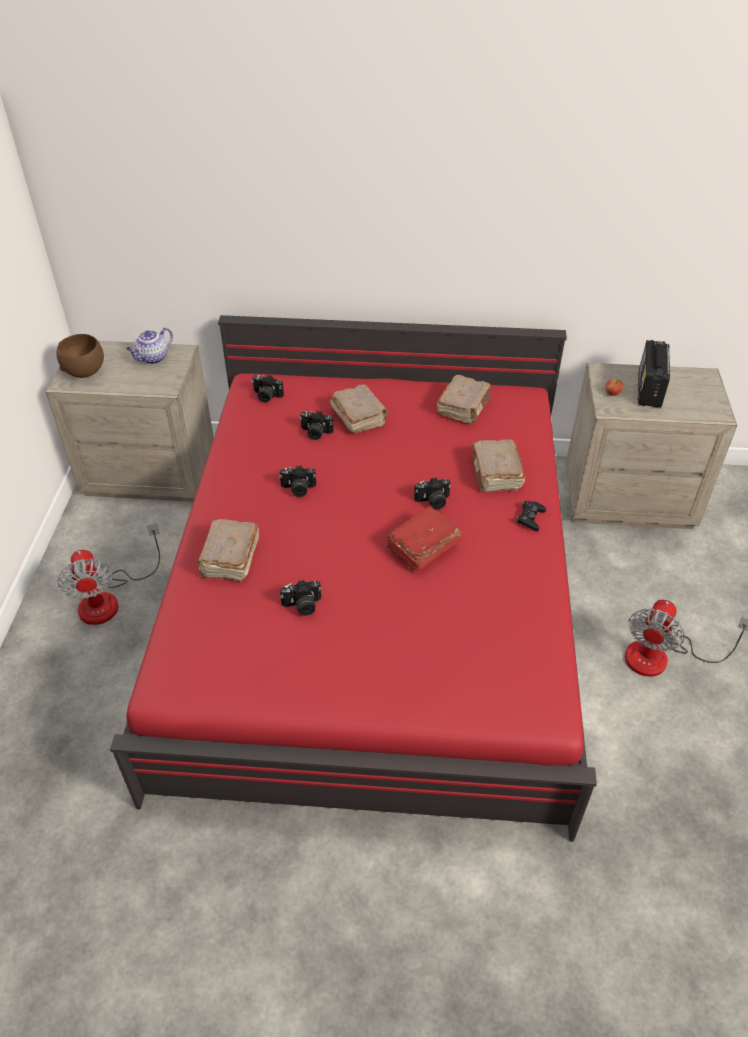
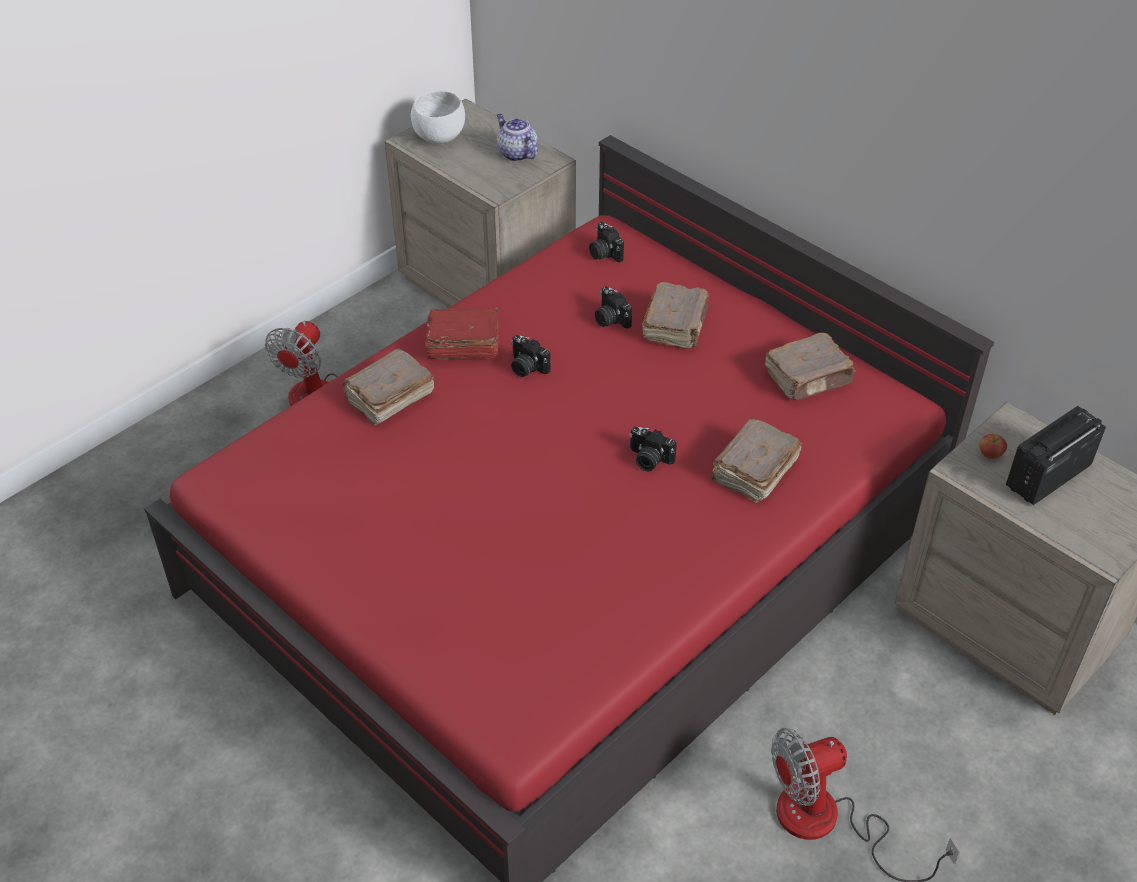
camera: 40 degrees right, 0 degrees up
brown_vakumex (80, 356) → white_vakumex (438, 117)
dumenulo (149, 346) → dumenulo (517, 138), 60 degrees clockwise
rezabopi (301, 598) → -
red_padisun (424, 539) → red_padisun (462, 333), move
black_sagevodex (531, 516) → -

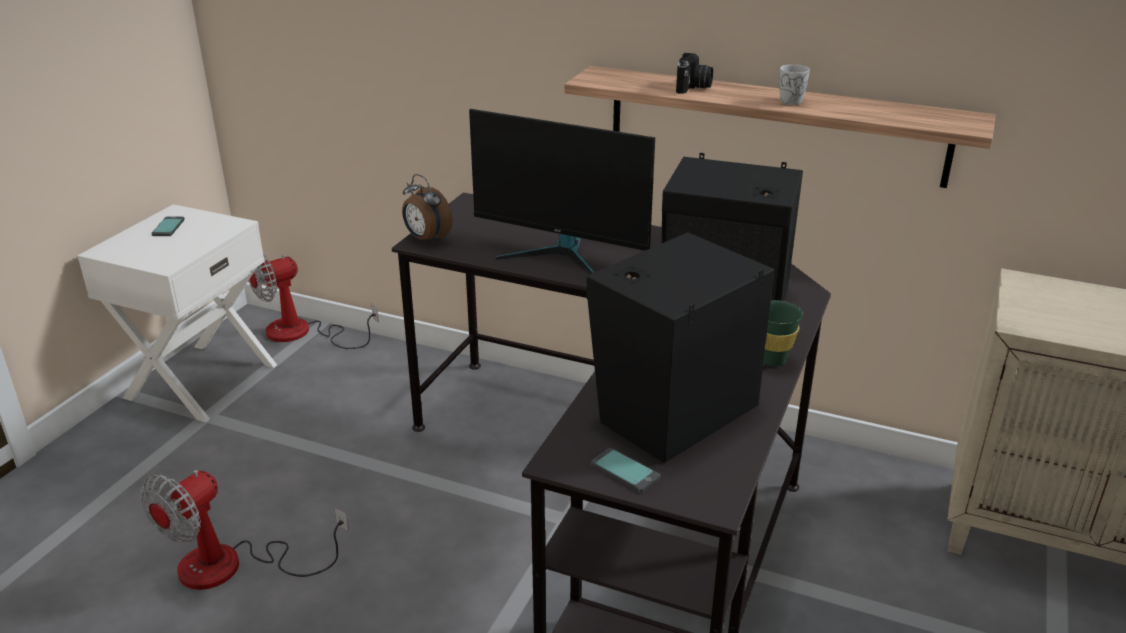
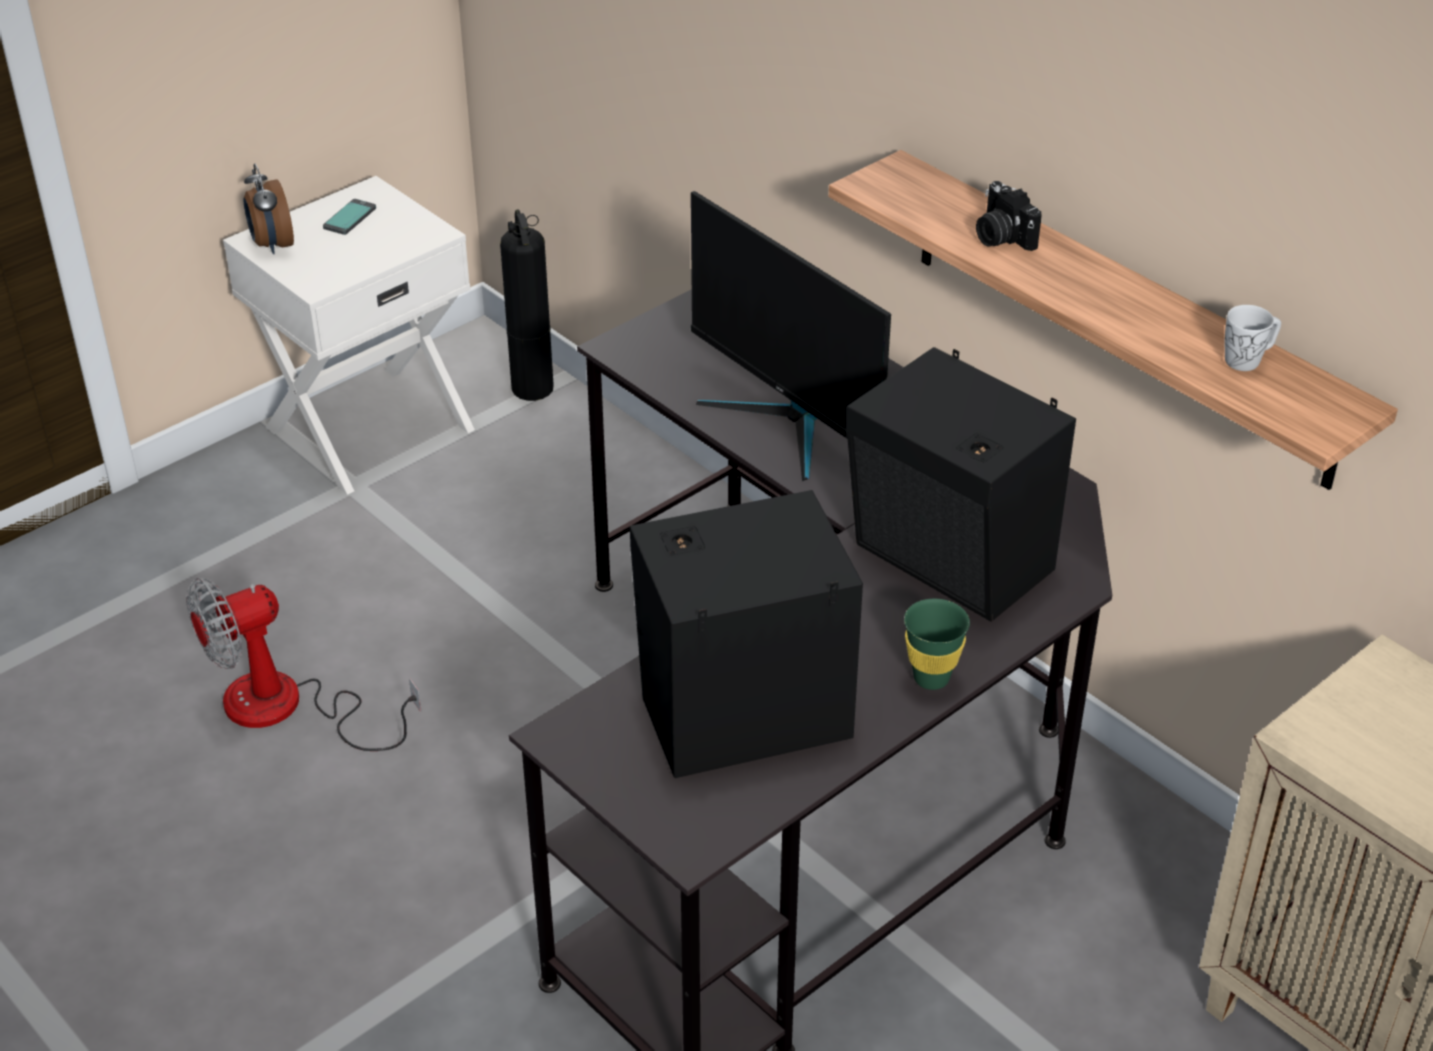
camera: 25 degrees right, 10 degrees up
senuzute (314, 301) → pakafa (527, 305)
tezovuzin (427, 209) → tezovuzin (268, 208), move
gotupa (625, 470) → -
rezabopi (694, 73) → rezabopi (1008, 216), 105 degrees clockwise
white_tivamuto (794, 84) → white_tivamuto (1253, 338), move

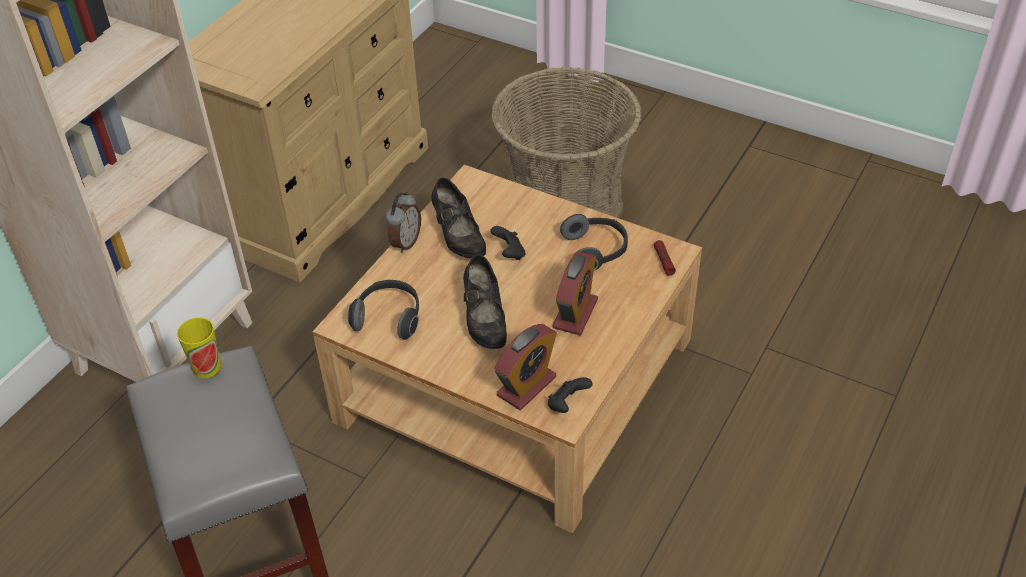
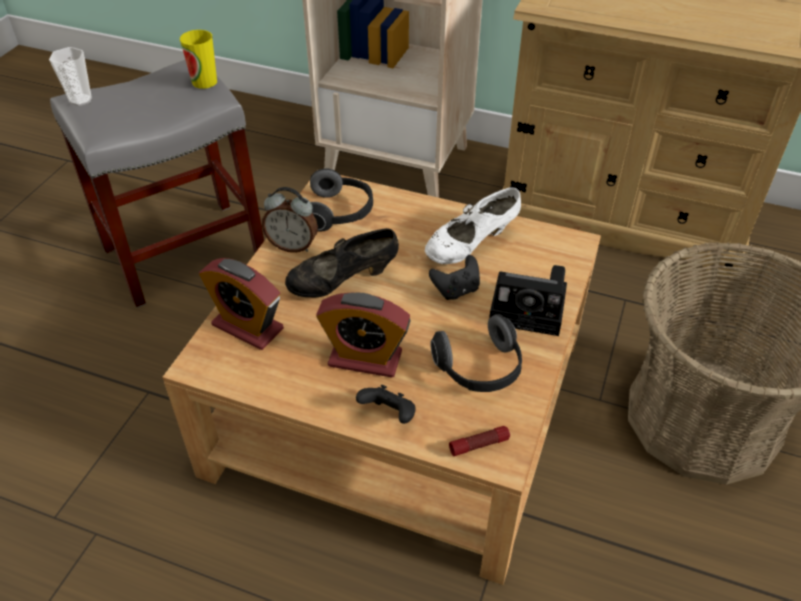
camera: 80 degrees right, 0 degrees up
tezovuzin (403, 222) → tezovuzin (290, 220), move
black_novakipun (458, 217) → white_novakipun (473, 225)
black_sagevodex (570, 395) → black_sagevodex (386, 404), move
- → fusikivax (70, 76)
- → rezabopi (528, 300)

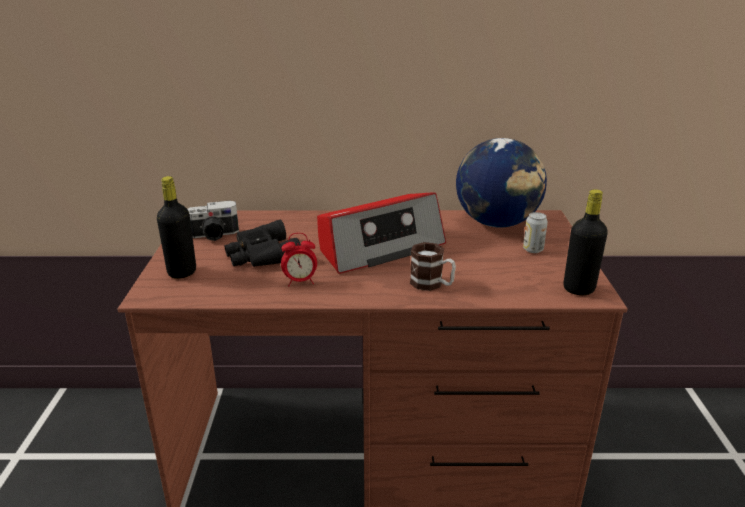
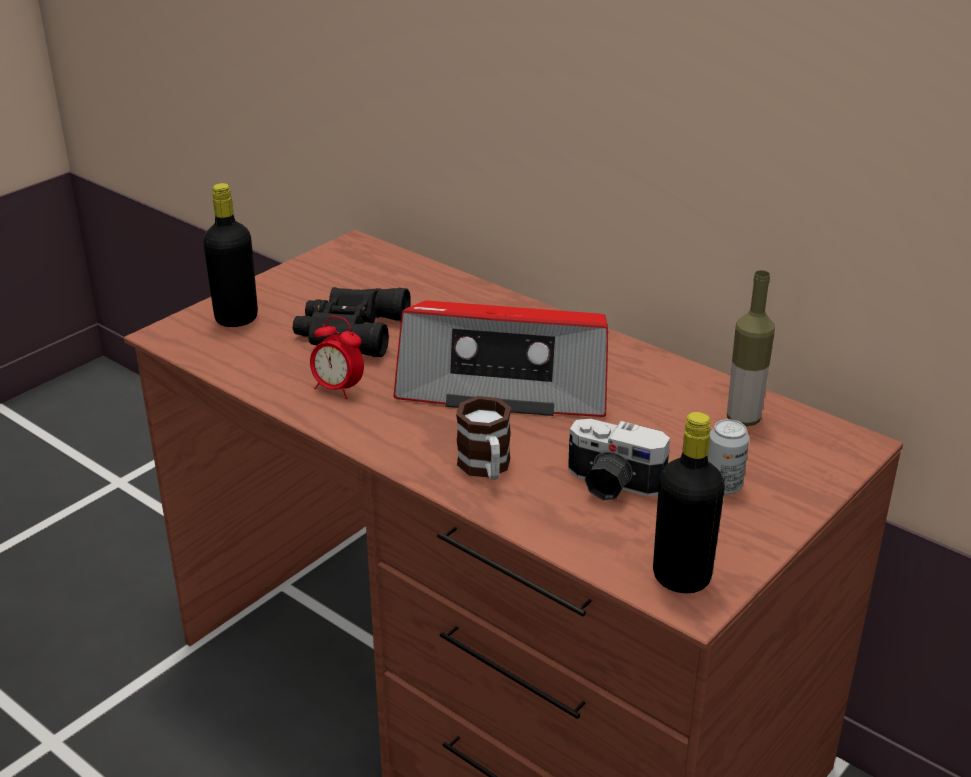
camera: 40 degrees right, 5 degrees up
rezabopi (213, 221) → rezabopi (619, 459), move
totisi (501, 183) → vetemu (751, 348)

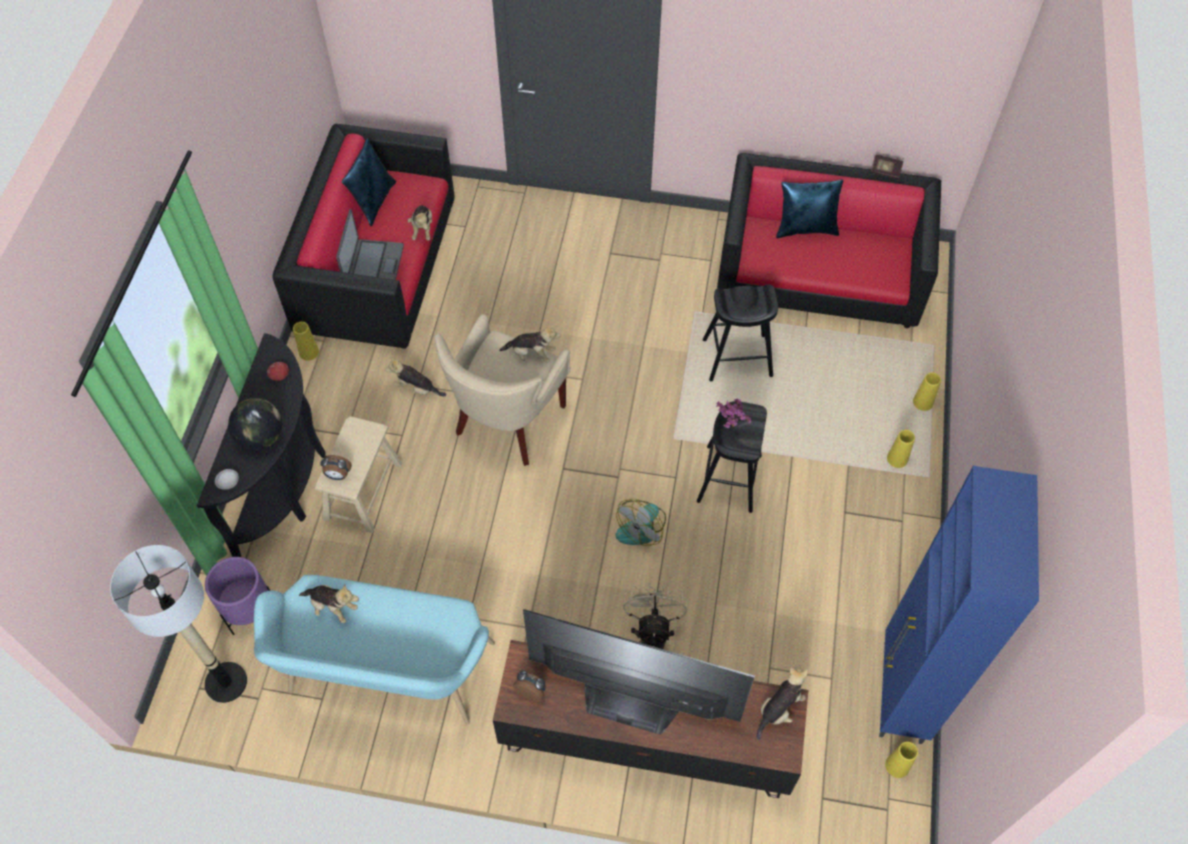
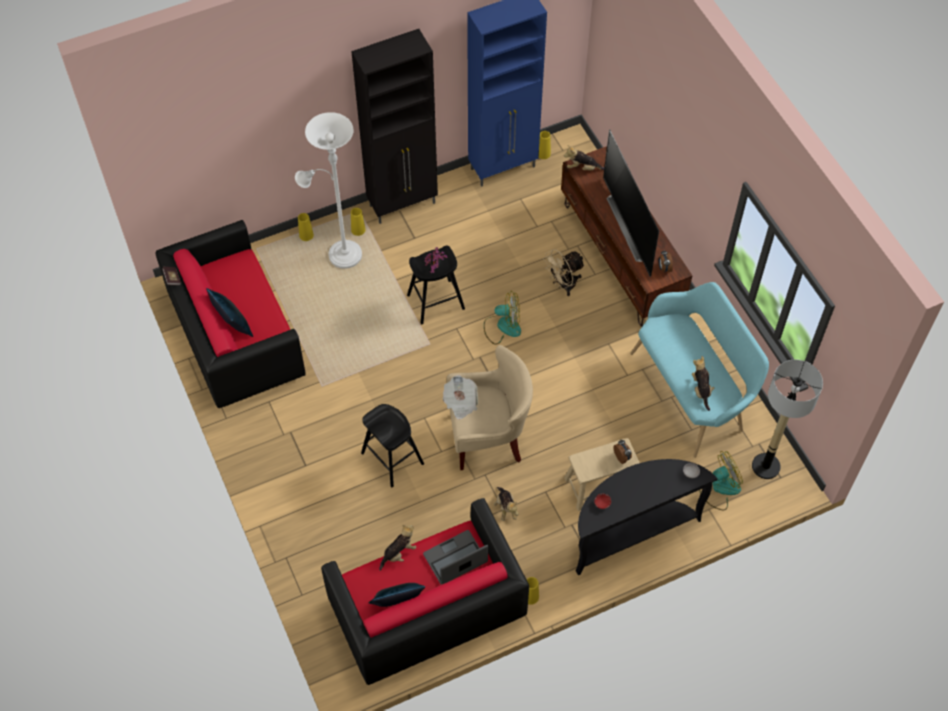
camera: 125 degrees left, 0 degrees up
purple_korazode (237, 596) → senuzute (721, 480)
totisi (255, 424) → -
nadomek (530, 342) → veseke (460, 397)
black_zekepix (740, 333) → black_zekepix (392, 445), move
- → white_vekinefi (328, 190)
- → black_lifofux (394, 126)

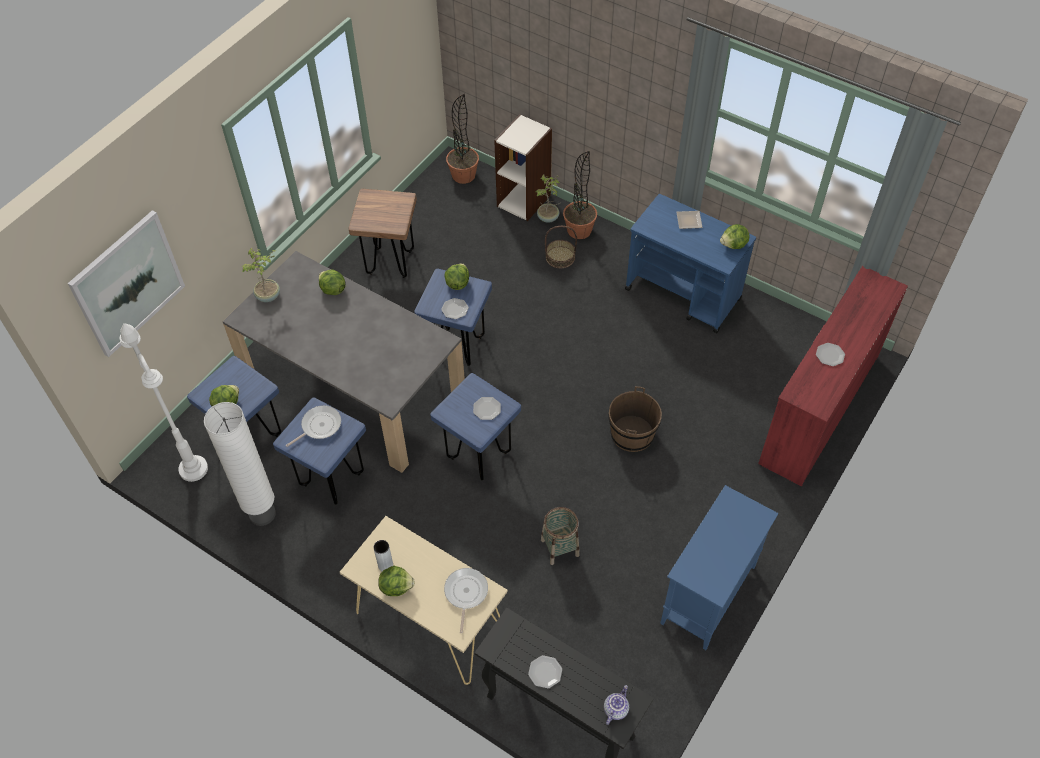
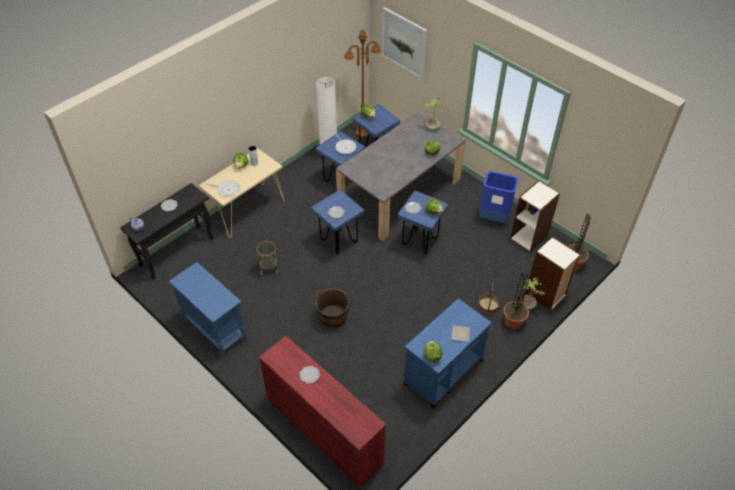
camera: 100 degrees right, 5 degrees down
white_vekinefi (163, 402) → brown_vekinefi (362, 83)
brown_zekepix (382, 233) → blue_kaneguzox (499, 197)
- → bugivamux (535, 216)

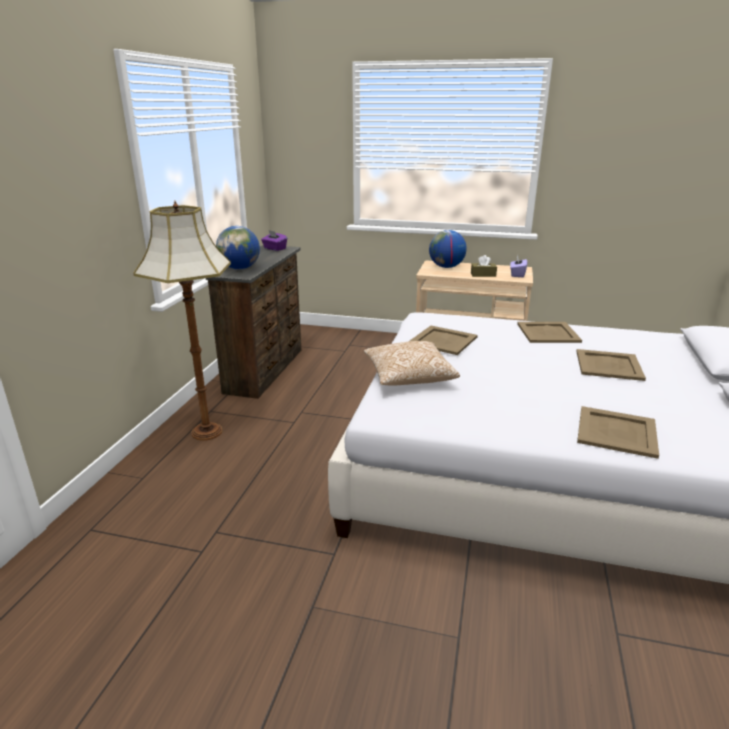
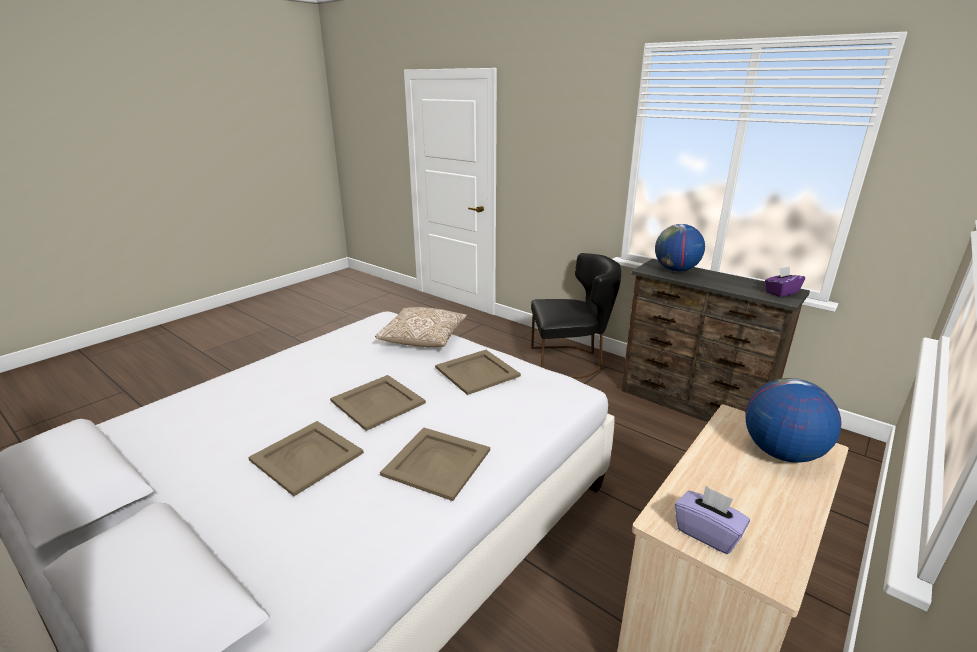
camera: 115 degrees right, 0 degrees up
vekinefi (182, 321) → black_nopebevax (576, 315)
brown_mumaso (484, 266) → -
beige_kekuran (618, 432) → beige_kekuran (378, 403), move

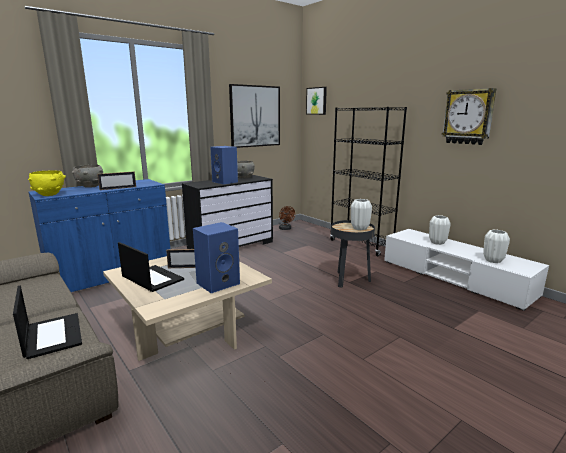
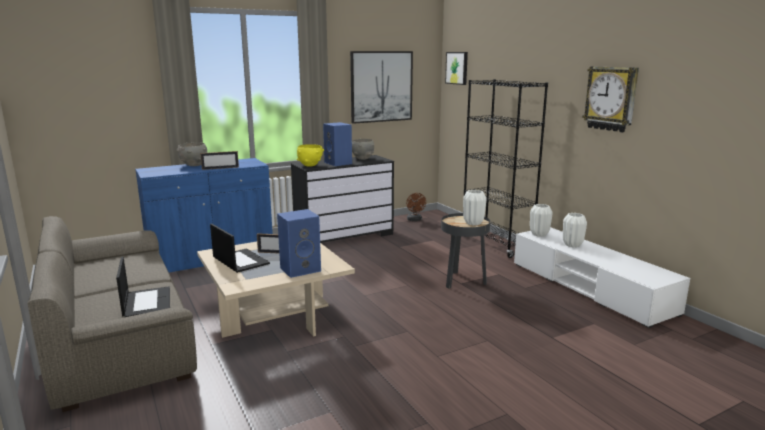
camera: 10 degrees right, 0 degrees up
yellow_vakumex (47, 183) → yellow_vakumex (310, 155), move
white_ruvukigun (496, 246) → white_ruvukigun (541, 220), move

